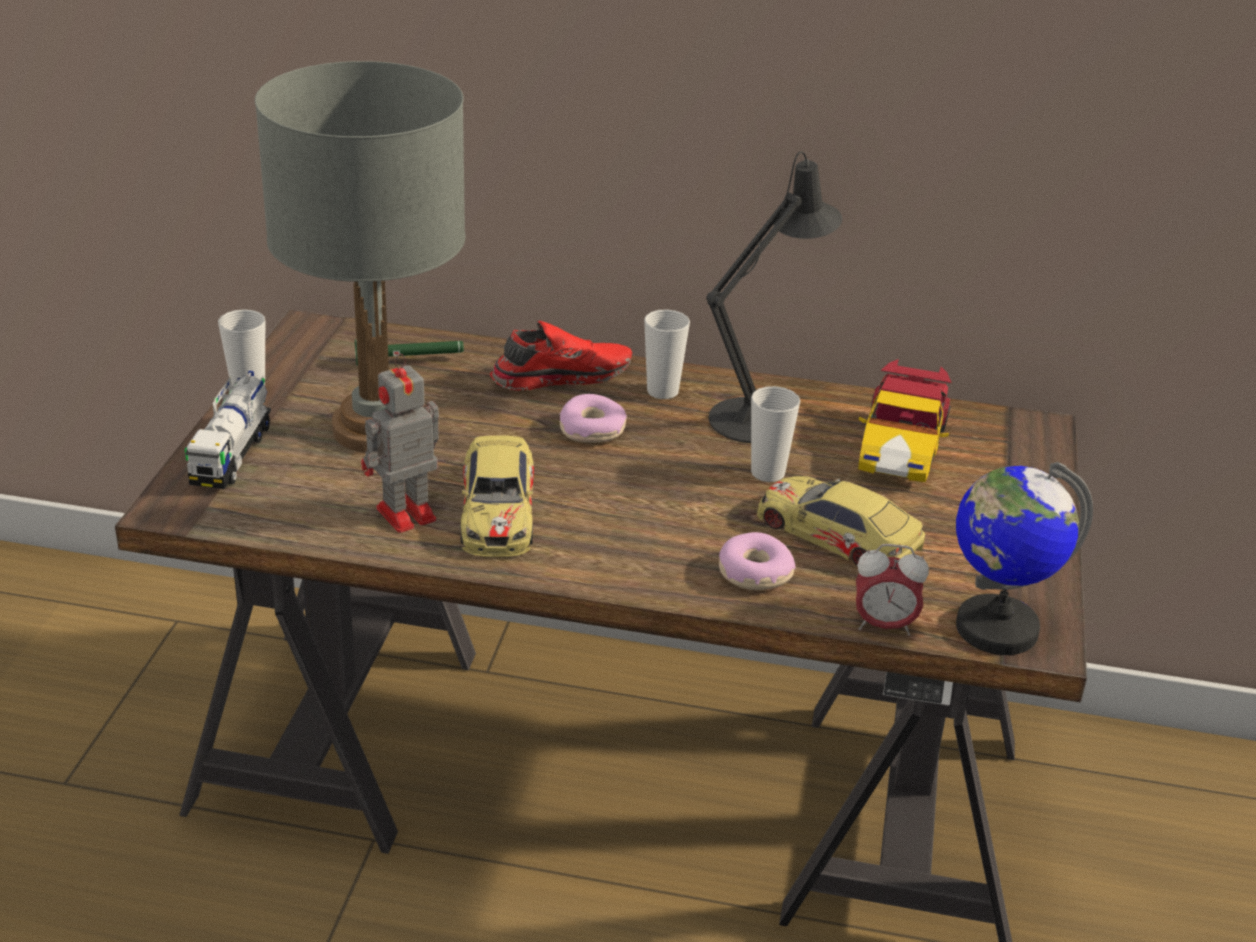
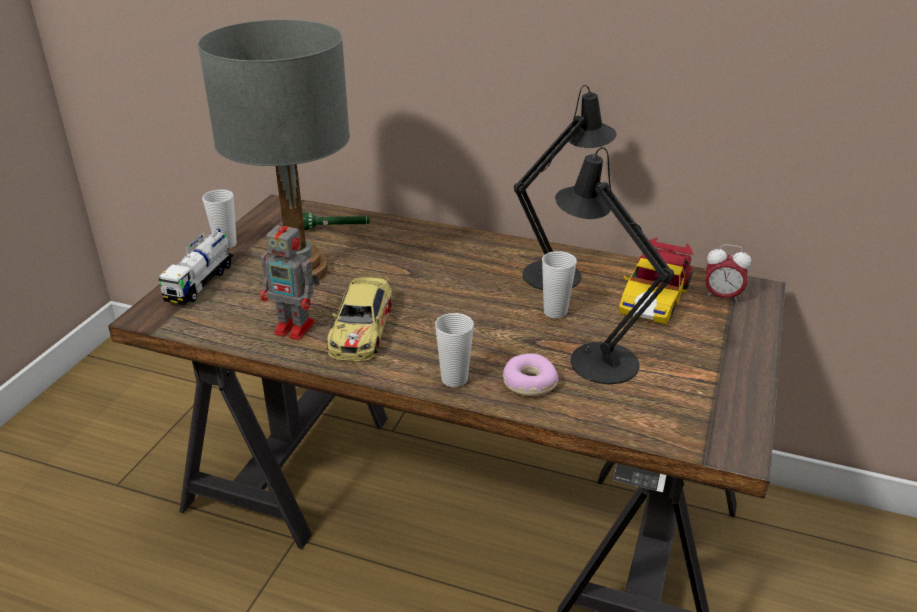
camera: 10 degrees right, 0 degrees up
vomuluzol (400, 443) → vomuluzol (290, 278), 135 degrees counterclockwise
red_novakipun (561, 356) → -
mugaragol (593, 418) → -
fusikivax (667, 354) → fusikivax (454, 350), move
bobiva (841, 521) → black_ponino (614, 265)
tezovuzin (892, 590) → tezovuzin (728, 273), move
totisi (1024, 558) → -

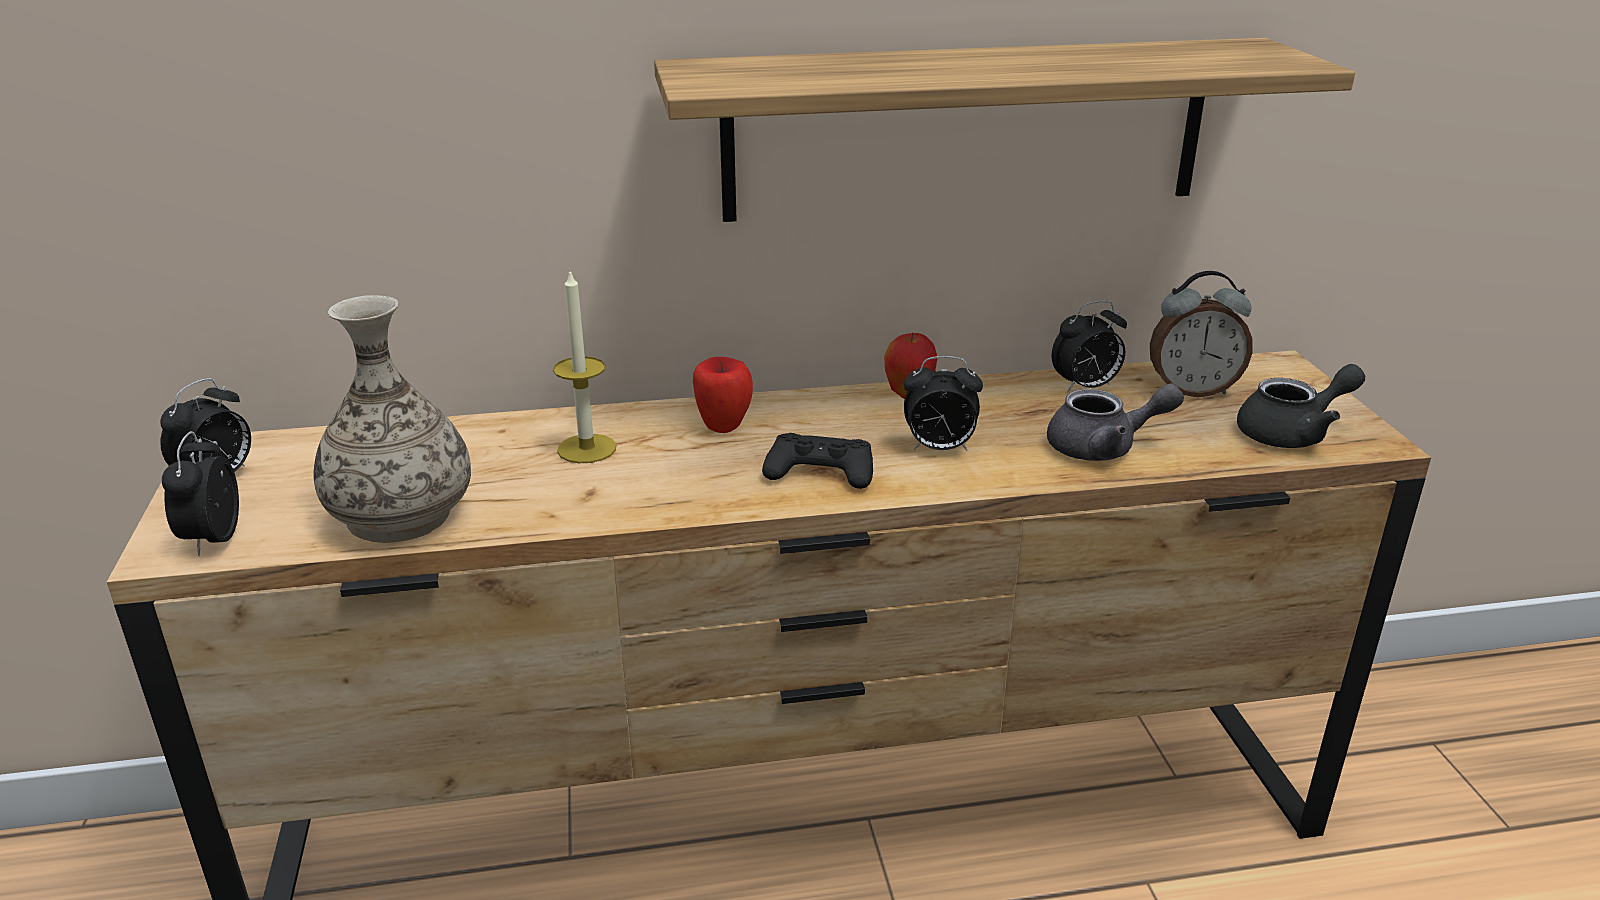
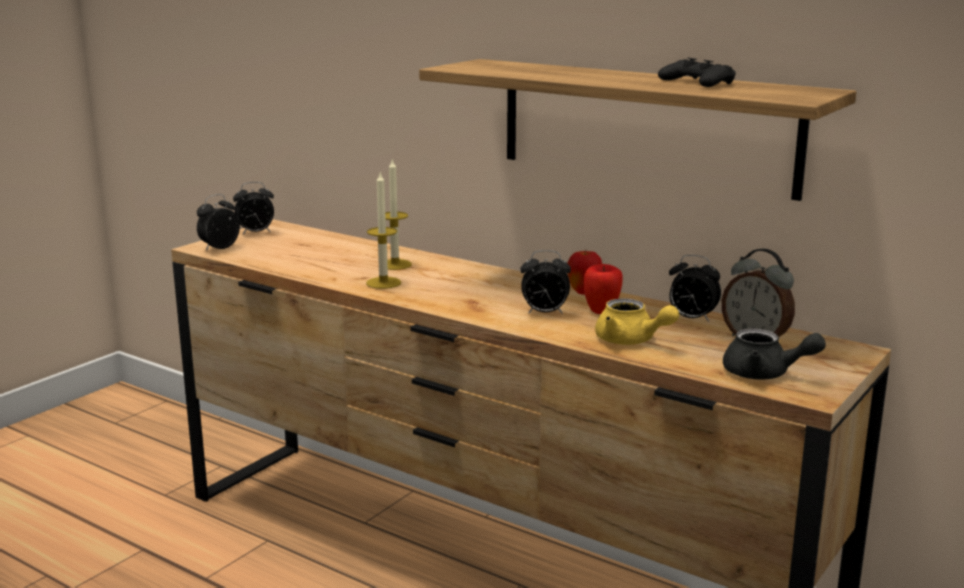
camera: 45 degrees right, 10 degrees down
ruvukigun (392, 419) → -
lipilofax (723, 395) → lipilofax (603, 289), move
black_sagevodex (817, 461) → black_sagevodex (697, 72), move
tezovuzin (943, 403) → tezovuzin (545, 282), 45 degrees counterclockwise
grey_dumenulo (1115, 422) → yellow_dumenulo (637, 321)
- → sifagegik (383, 231)

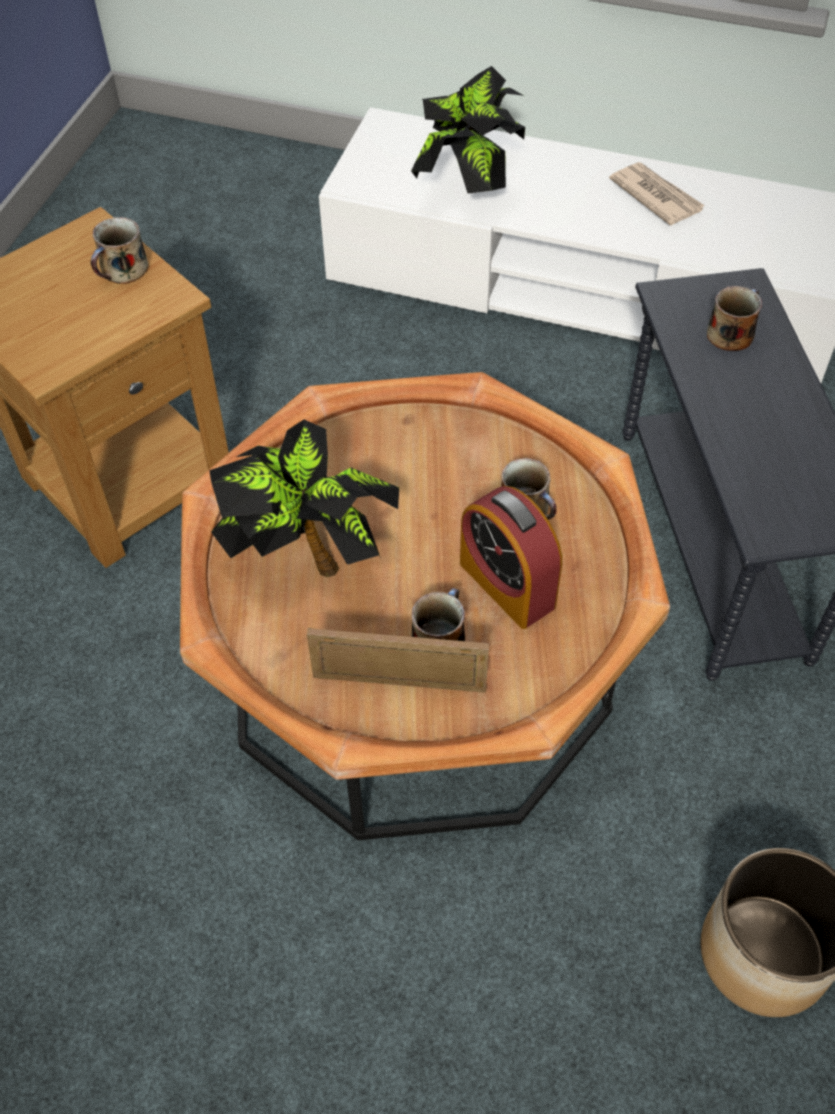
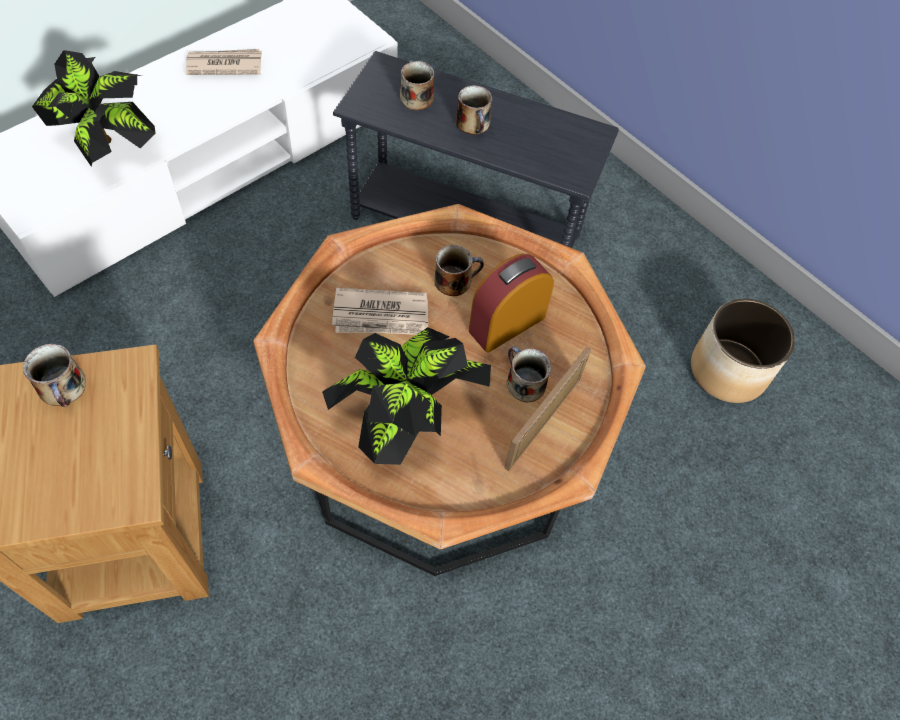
camera: 65 degrees left, 5 degrees up
tezovuzin (511, 557) → tezovuzin (511, 303), 150 degrees clockwise
- → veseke (380, 311)
- → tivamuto (474, 110)

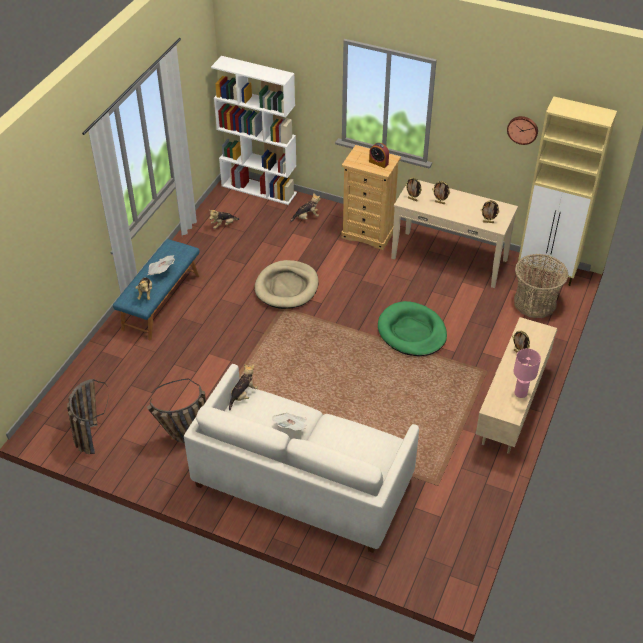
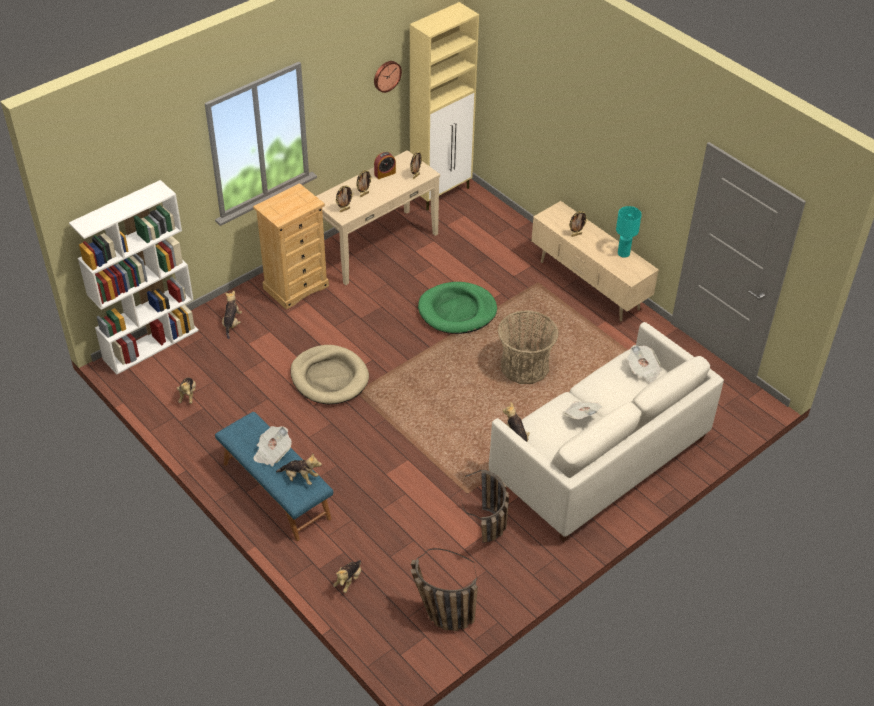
camera: 65 degrees left, 0 degrees up
tezovuzin (379, 155) → tezovuzin (385, 165), move
pink_ponino (527, 373) → turquoise_ponino (629, 232)
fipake (541, 286) → fipake (528, 347), move
- → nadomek (347, 576)
- → veseke (645, 364)

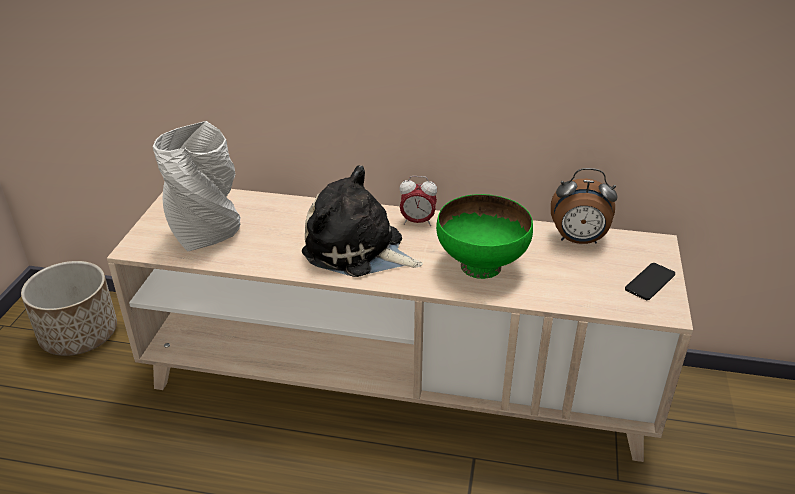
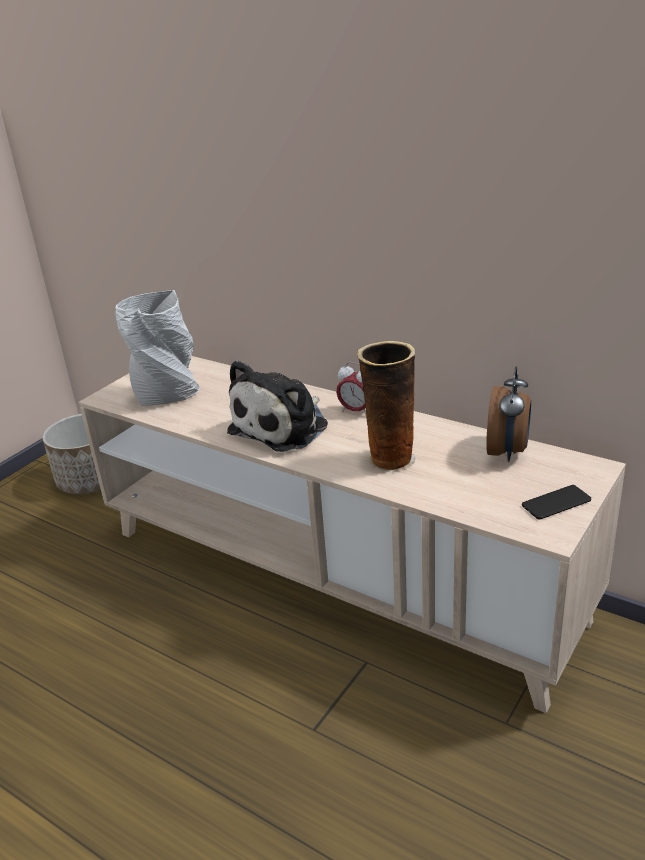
camera: 25 degrees right, 5 degrees down
nadomek (362, 221) → nadomek (277, 406), 105 degrees counterclockwise
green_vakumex (484, 236) → ruvukigun (386, 406)
tezovuzin (584, 206) → tezovuzin (508, 414), 105 degrees counterclockwise

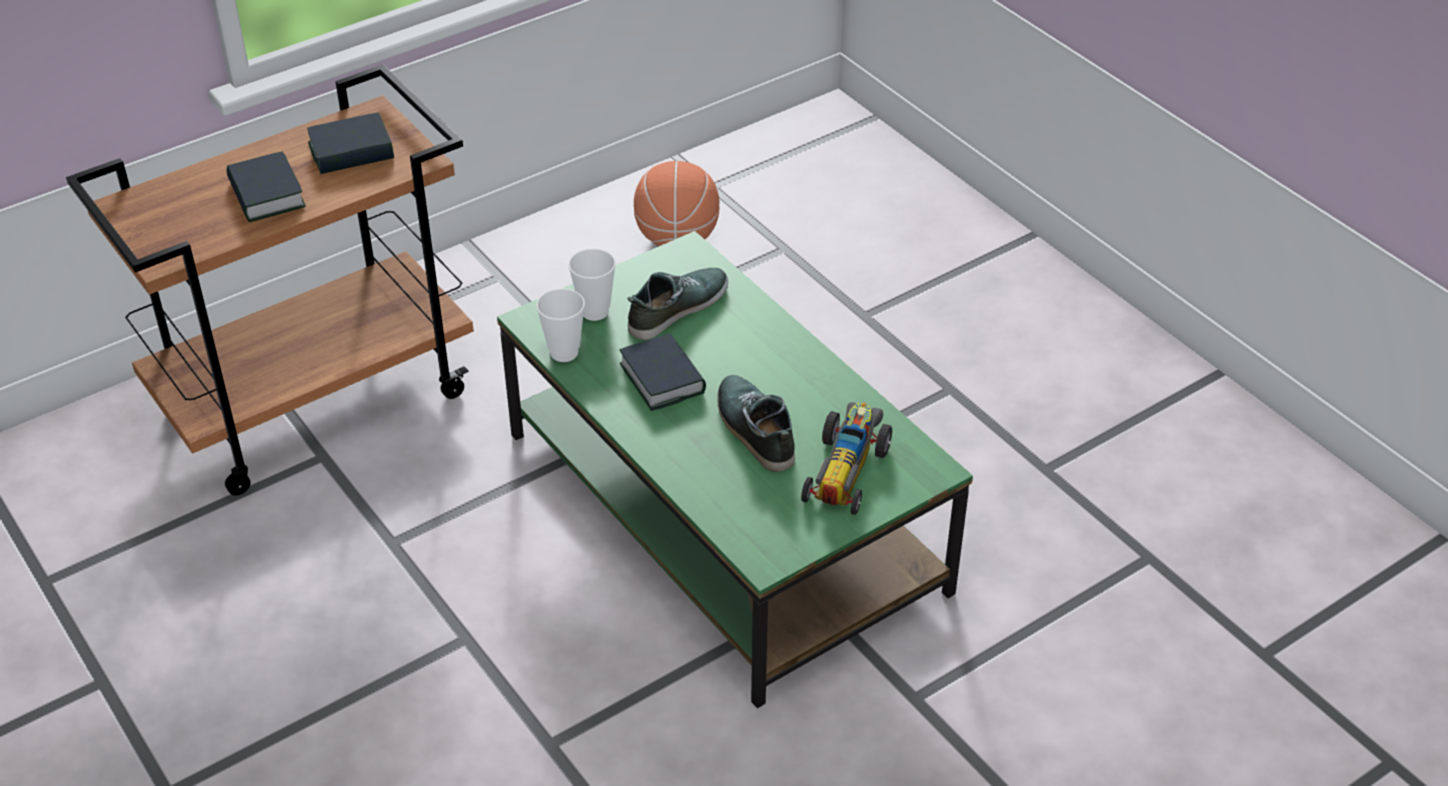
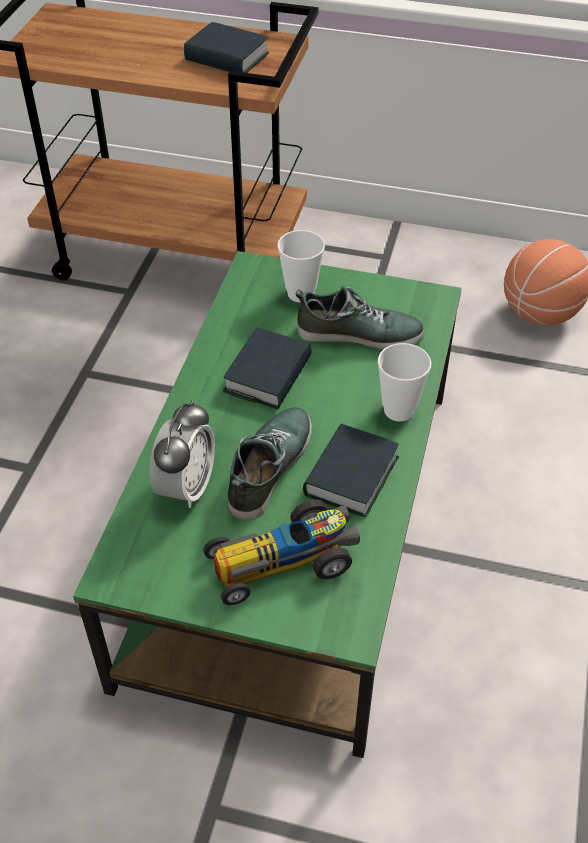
camera: 50 degrees right, 5 degrees up
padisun (266, 186) → padisun (351, 470), move
fusikivax (560, 325) → fusikivax (404, 382), move
- → tezovuzin (182, 454)

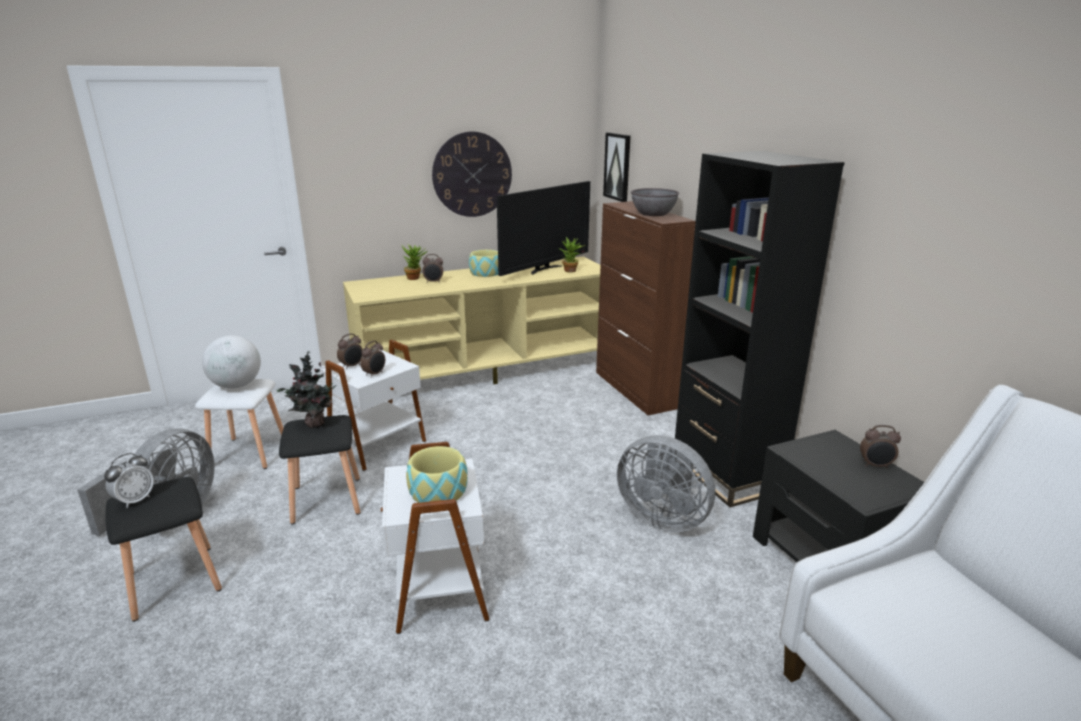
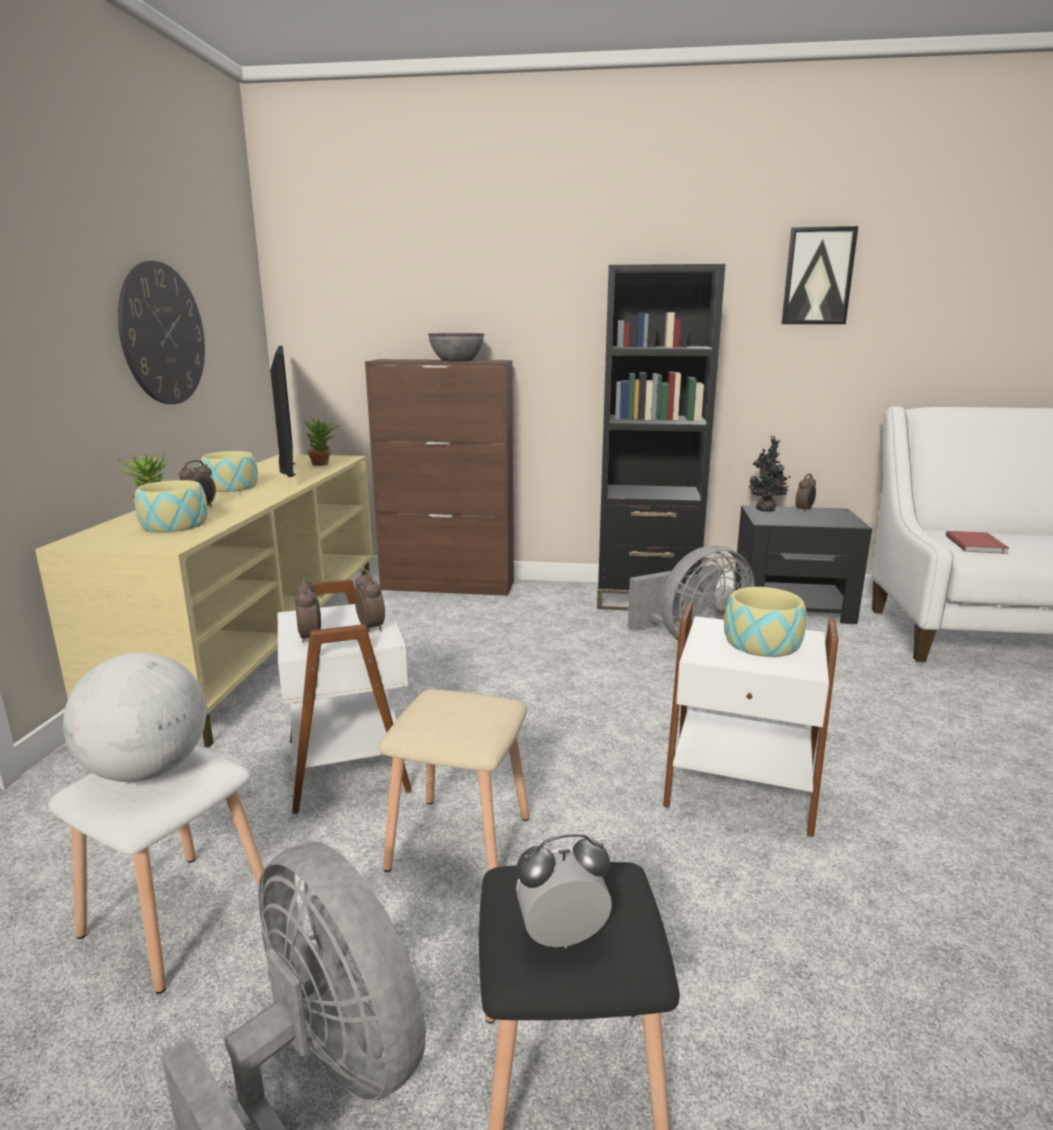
camera: 60 degrees left, 5 degrees down
tezovuzin (129, 480) → tezovuzin (564, 891), 75 degrees counterclockwise
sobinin (307, 390) → sobinin (770, 473), move
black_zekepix (319, 469) → beige_zekepix (454, 780)
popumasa (617, 167) → popumasa (819, 275), move
- → vakumex (171, 506)
- → red_padisun (978, 542)

